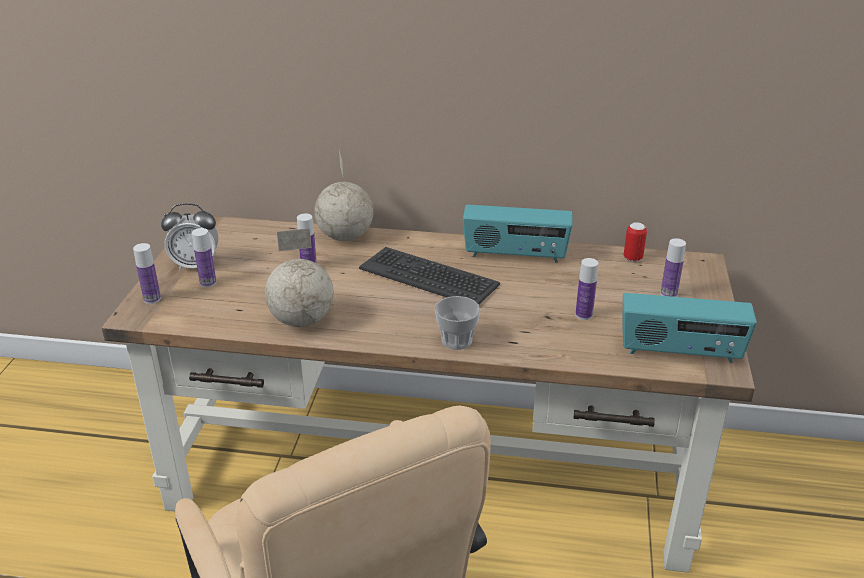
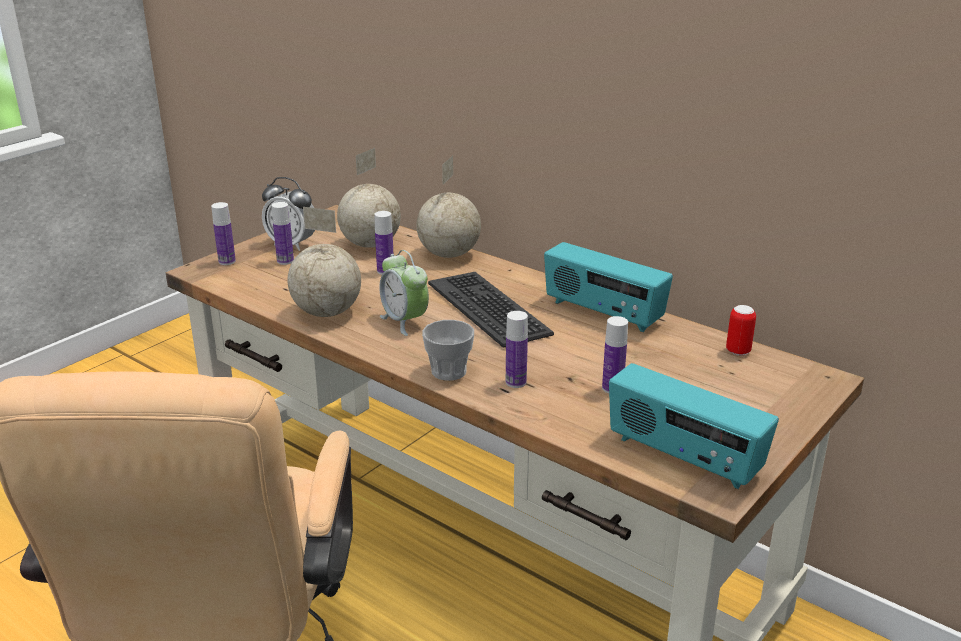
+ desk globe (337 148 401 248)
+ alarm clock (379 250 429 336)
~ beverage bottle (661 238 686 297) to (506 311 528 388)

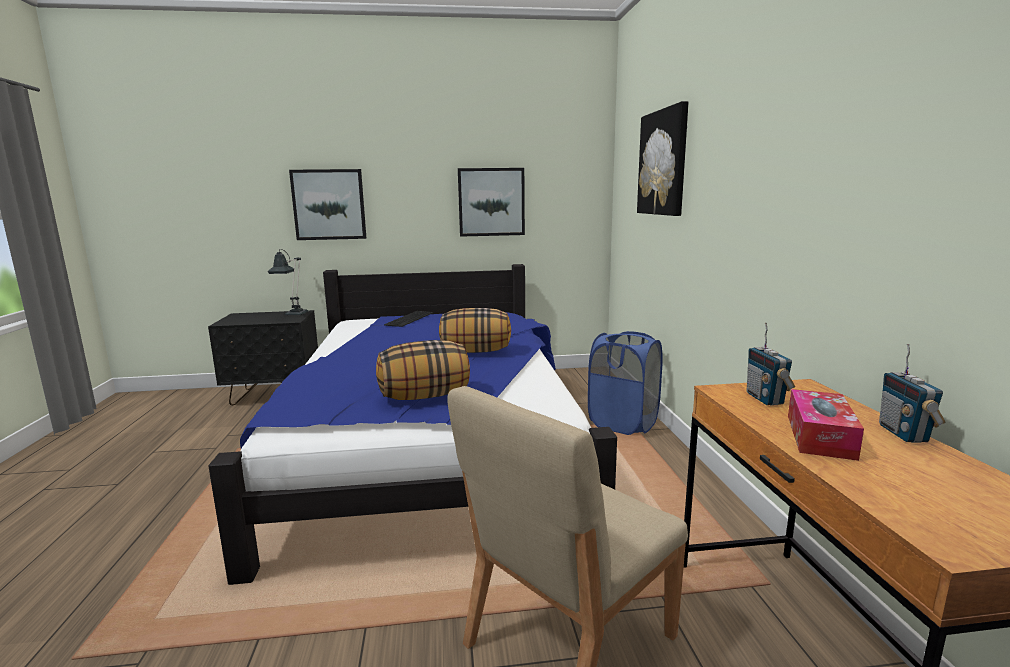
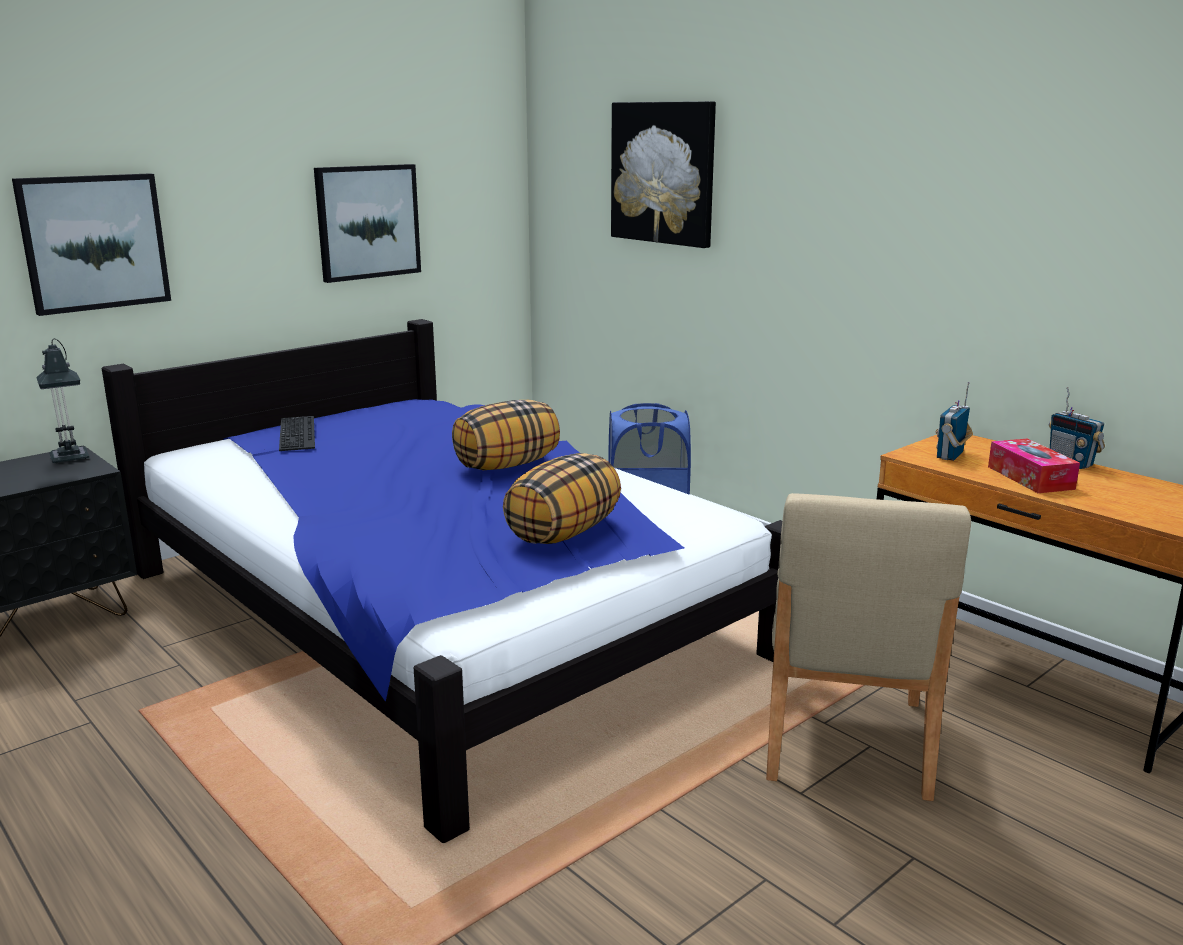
~ radio receiver (747 323 795 406) = (936 382 973 461) 75 degrees clockwise

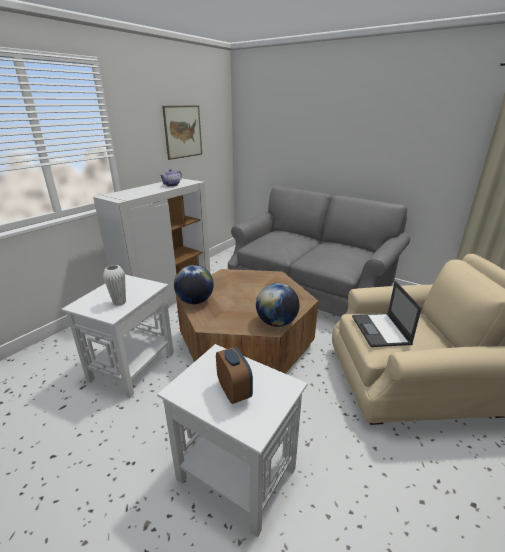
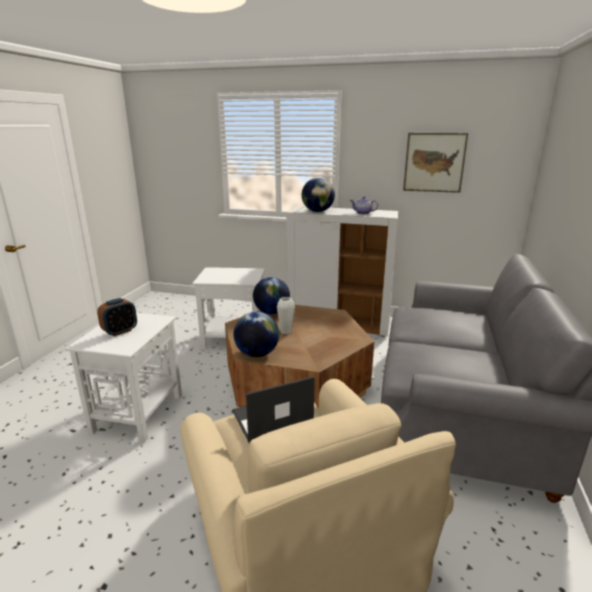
~ flower vase in whitish (103 265 126 306) to (277 297 295 334)
+ desk globe (302 178 335 212)

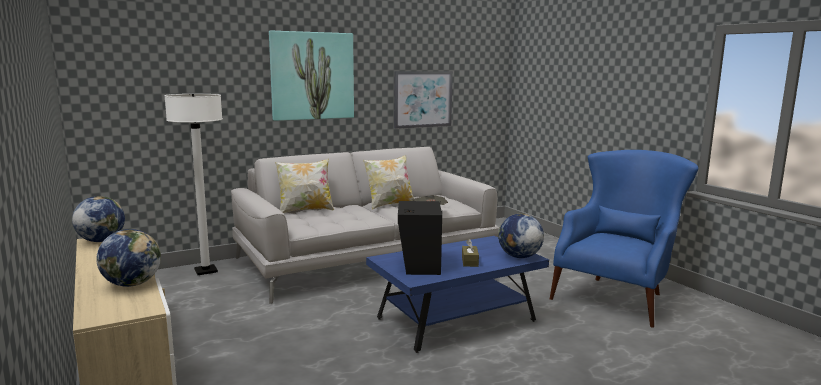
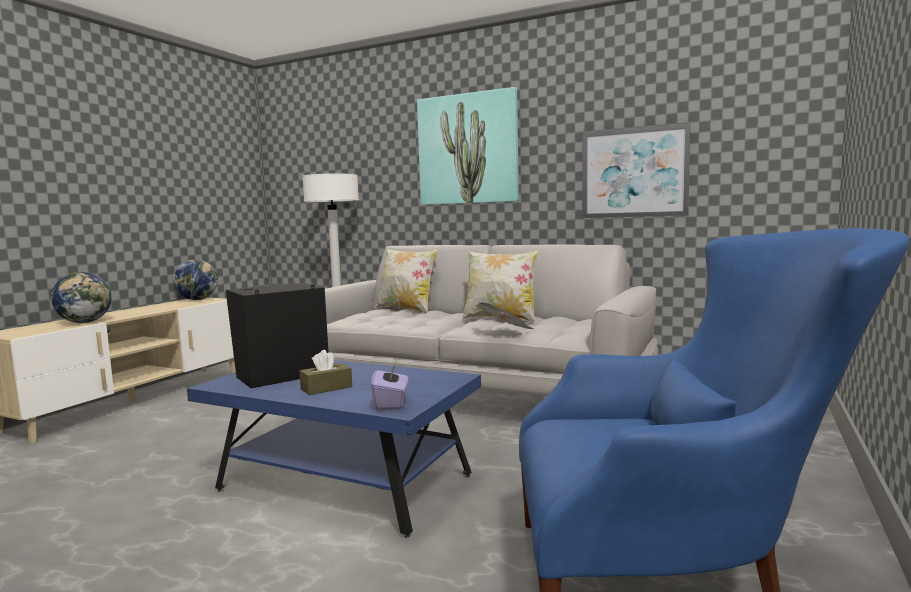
~ desk globe (498 213 544 258) to box of tissues in purple-coloured (371 363 408 410)

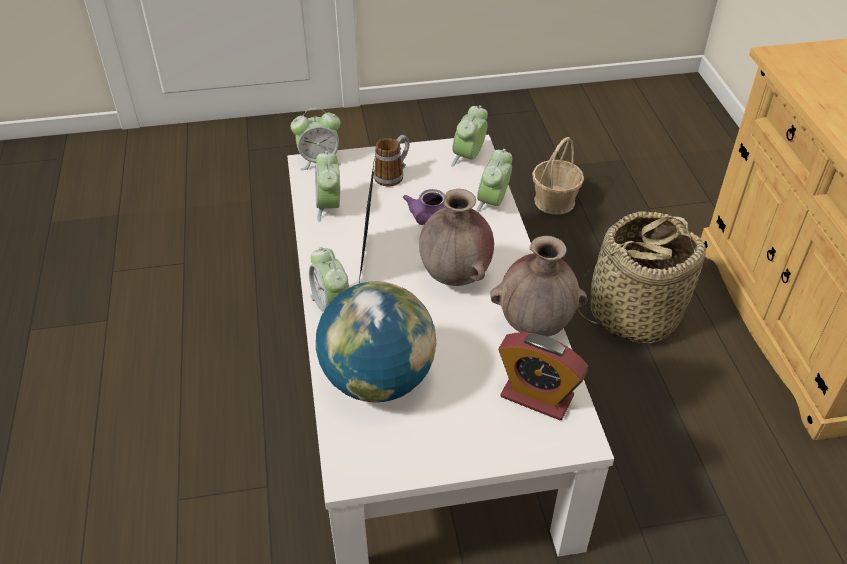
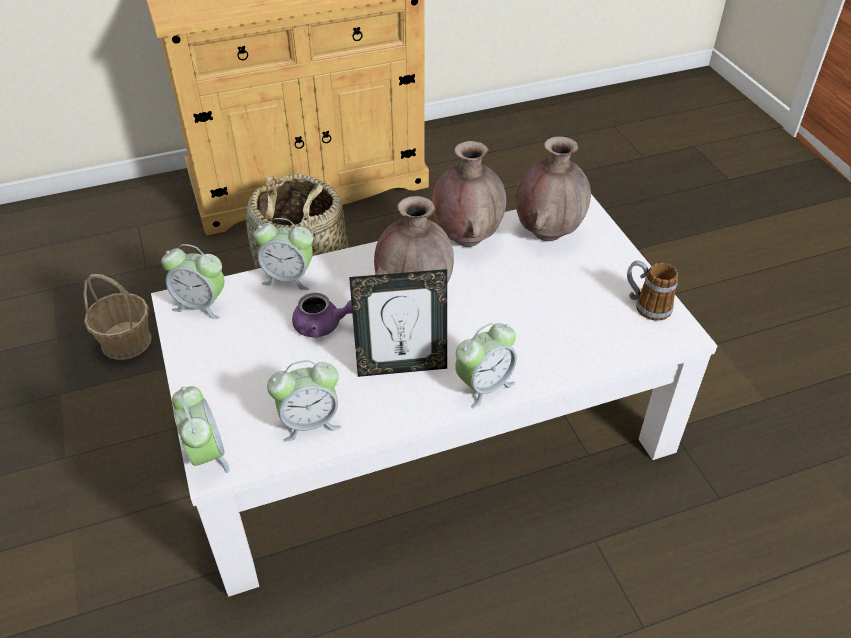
~ alarm clock (498 332 588 420) to flower vase in brown-coloured (516 137 591 241)
~ coffee mug (374 135 410 187) to (627 261 678 321)
- desk globe (316 281 436 402)

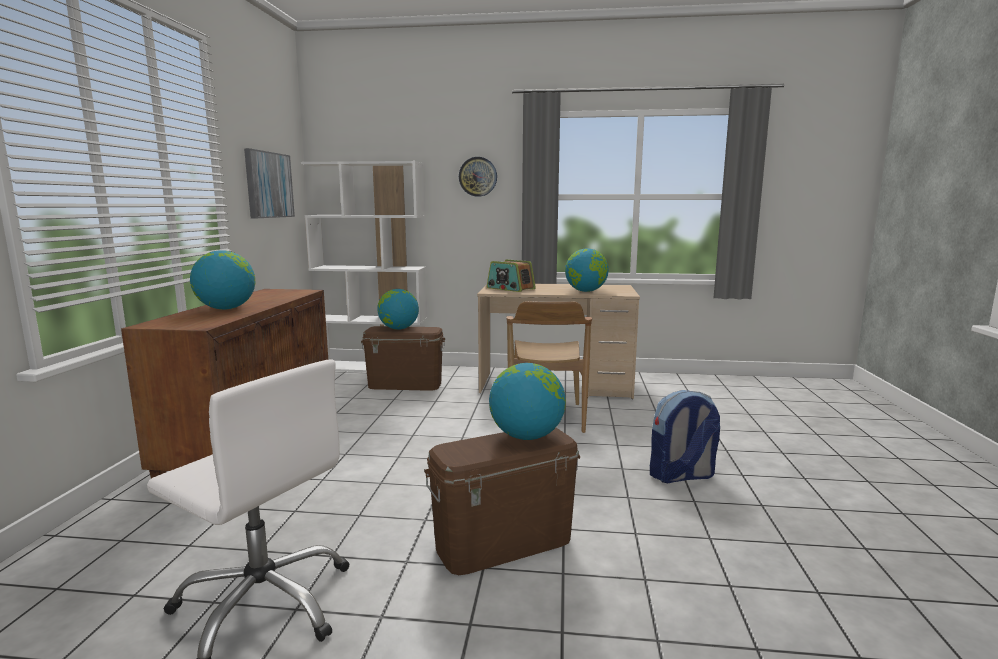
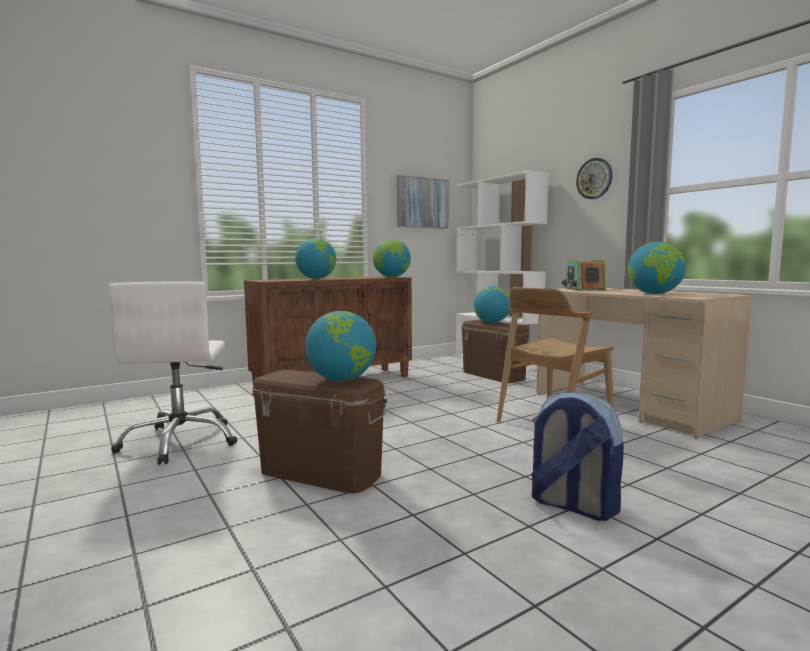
+ desk globe (373 239 411 277)

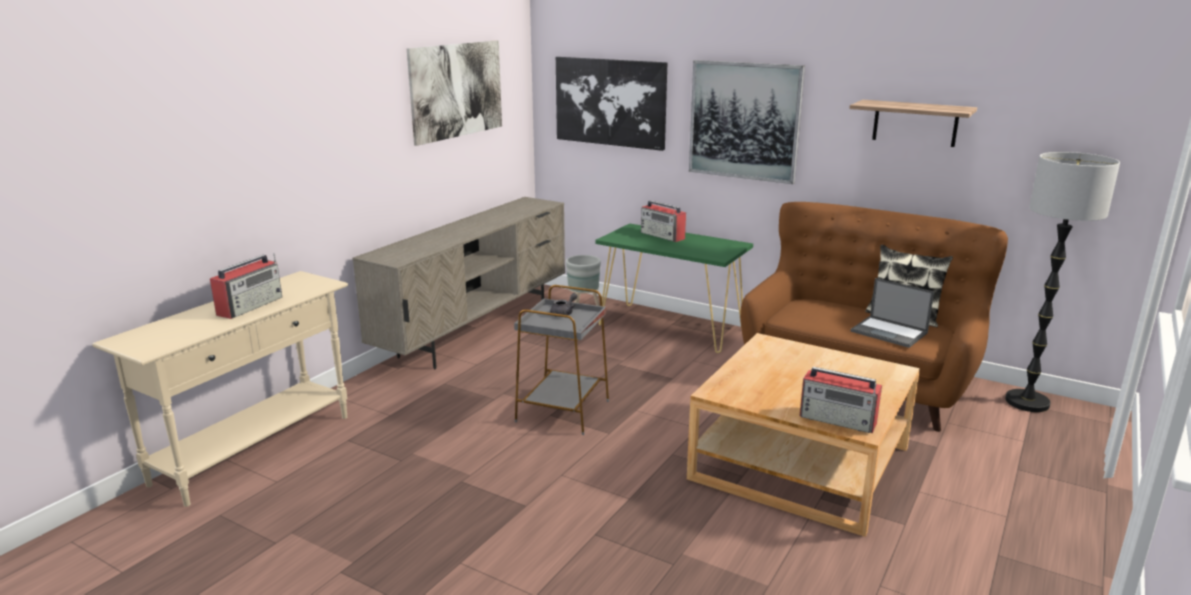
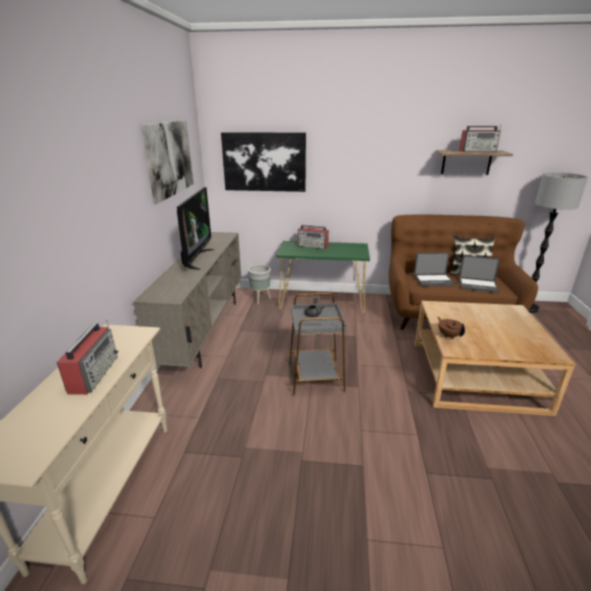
+ television (177 187 214 270)
+ notebook computer (414 252 456 286)
+ tea pot in brown-coloured (438 317 465 339)
~ radio receiver (800 367 882 433) to (459 125 501 152)
- picture (689 60 805 184)

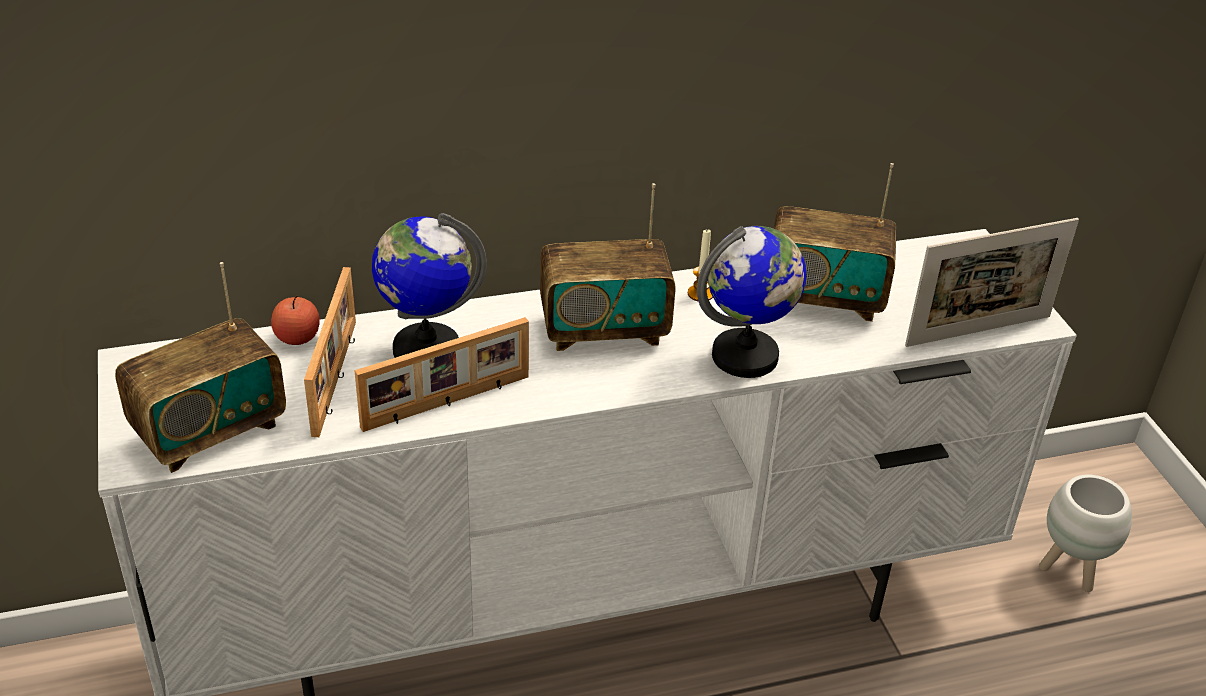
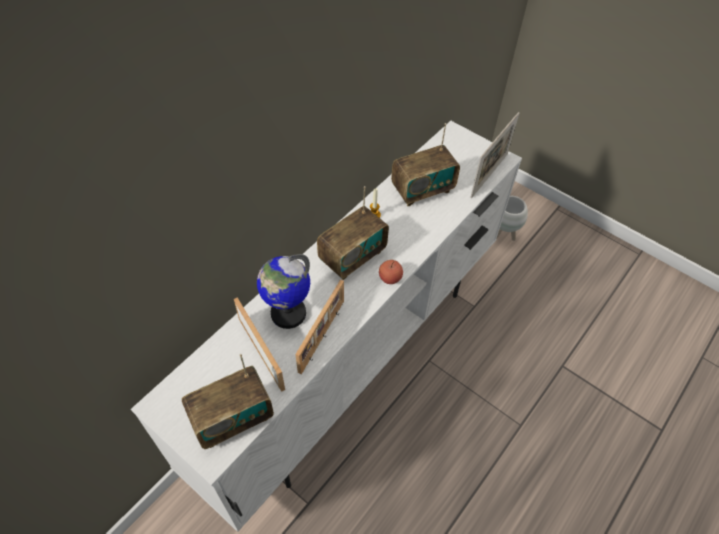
~ radio receiver (115 262 286 473) = (182 354 274 449) 45 degrees clockwise
~ whole apple (271 295 320 345) to (379 260 403 284)
- desk globe (697 226 806 378)

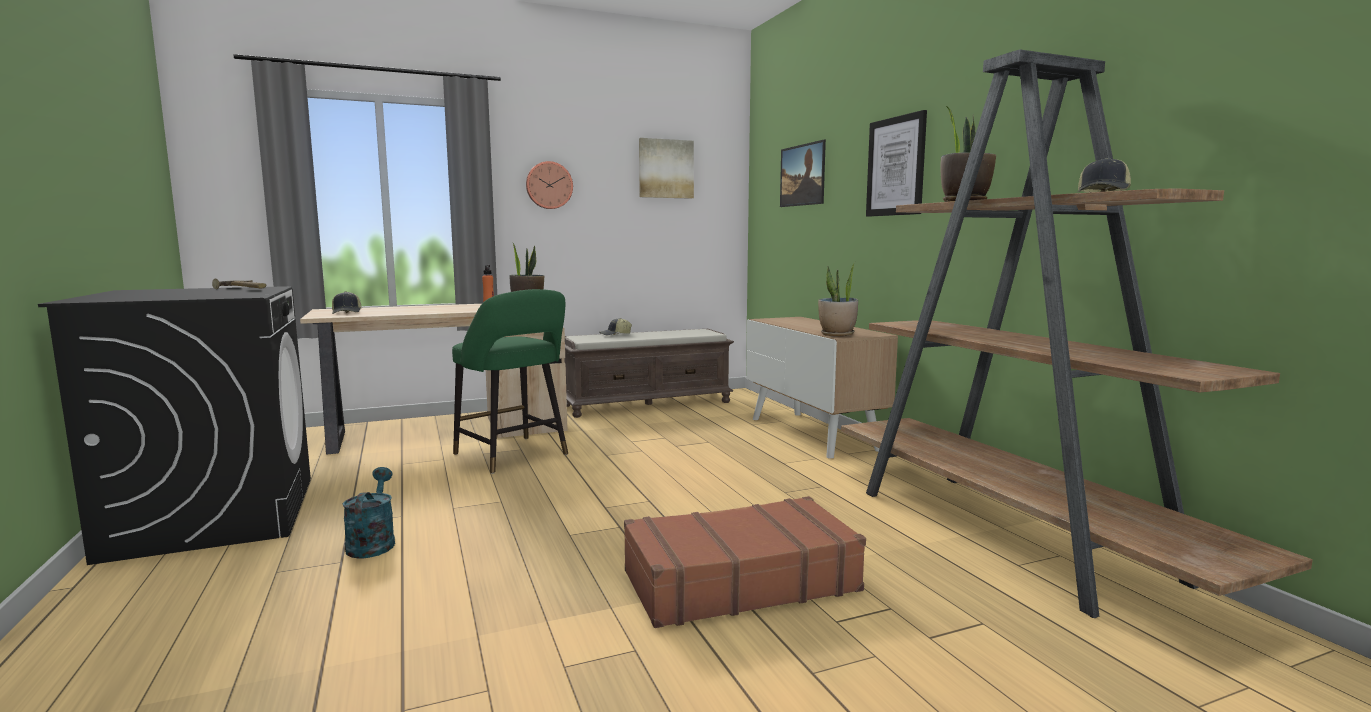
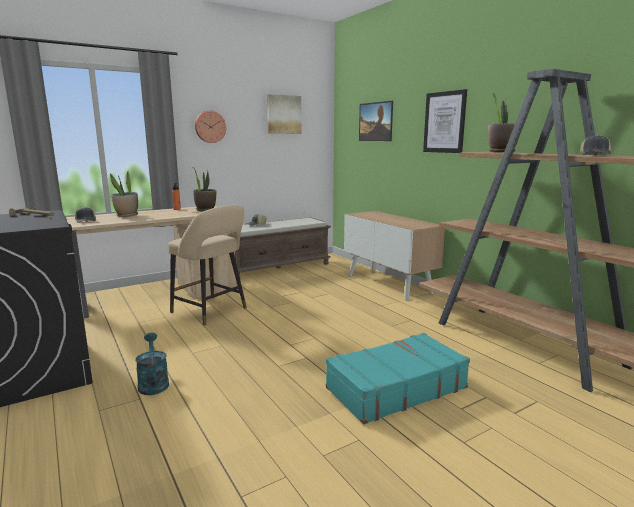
~ plant in a pot (818 261 858 336) to (110 171 138 217)
~ sitting stool in green-coloured (452 289 568 474) to sitting stool in beige-coloured (168 205 247 326)
~ suitcase in brown-coloured (624 496 866 628) to suitcase in blue-green (326 333 470 424)

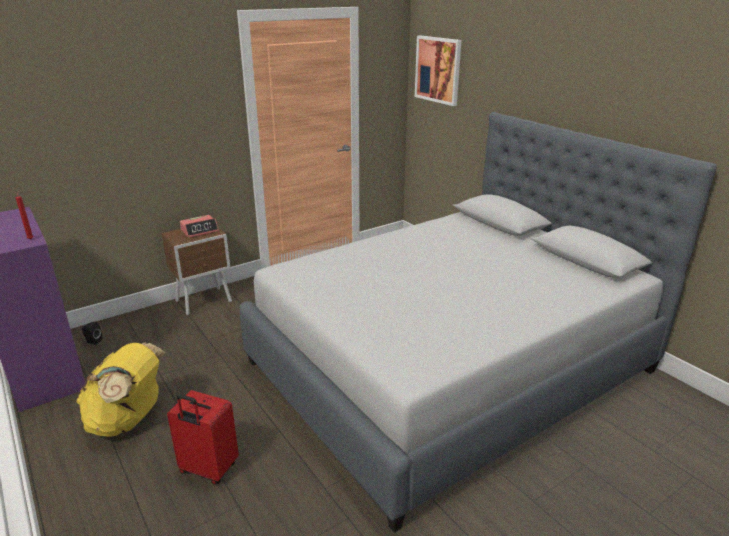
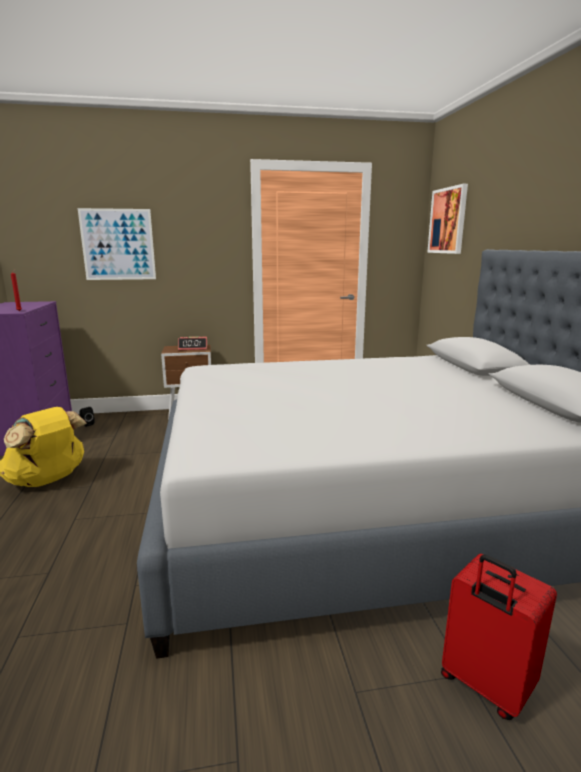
+ picture (78 208 156 280)
~ suitcase in reddish (167 390 239 485) to (441 554 557 720)

